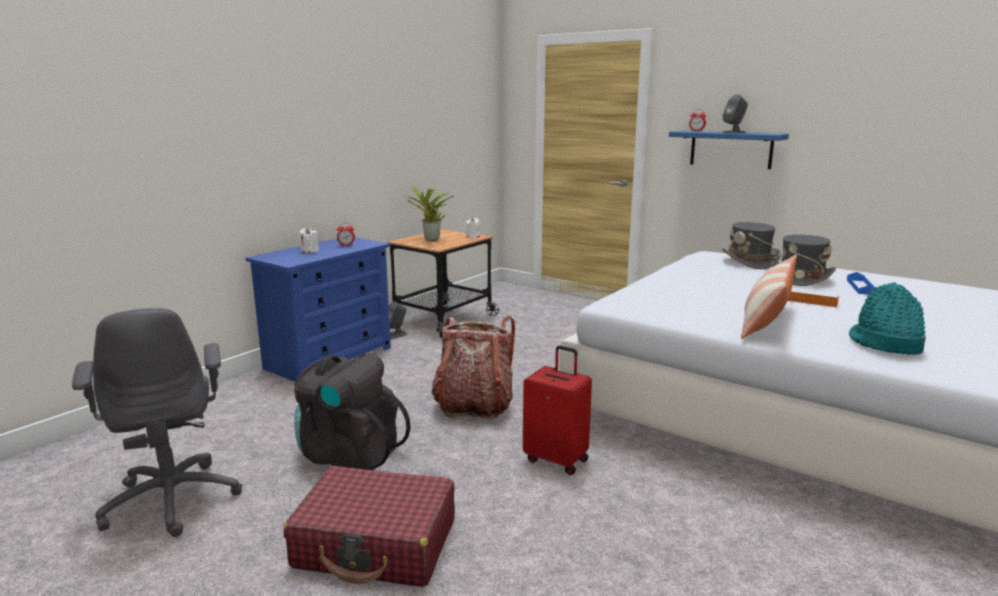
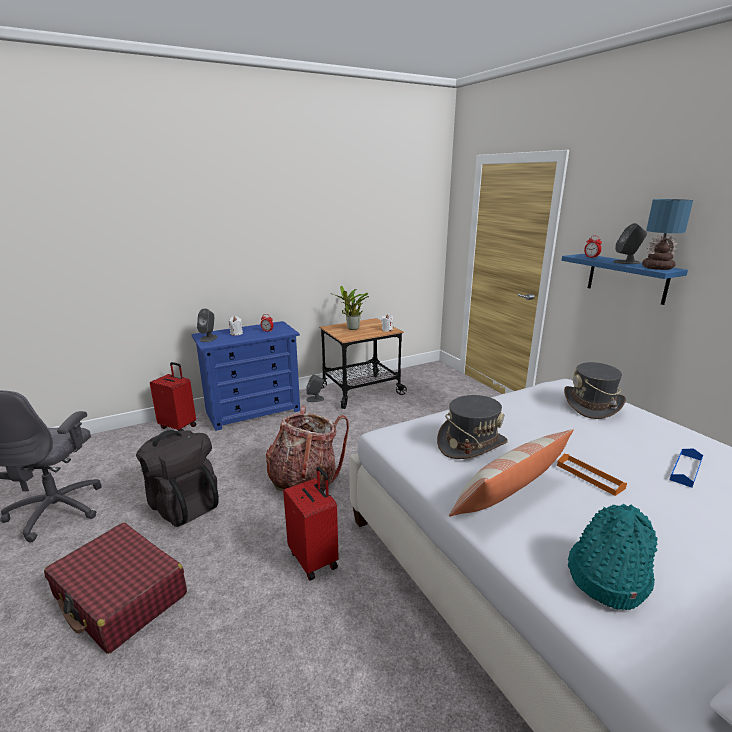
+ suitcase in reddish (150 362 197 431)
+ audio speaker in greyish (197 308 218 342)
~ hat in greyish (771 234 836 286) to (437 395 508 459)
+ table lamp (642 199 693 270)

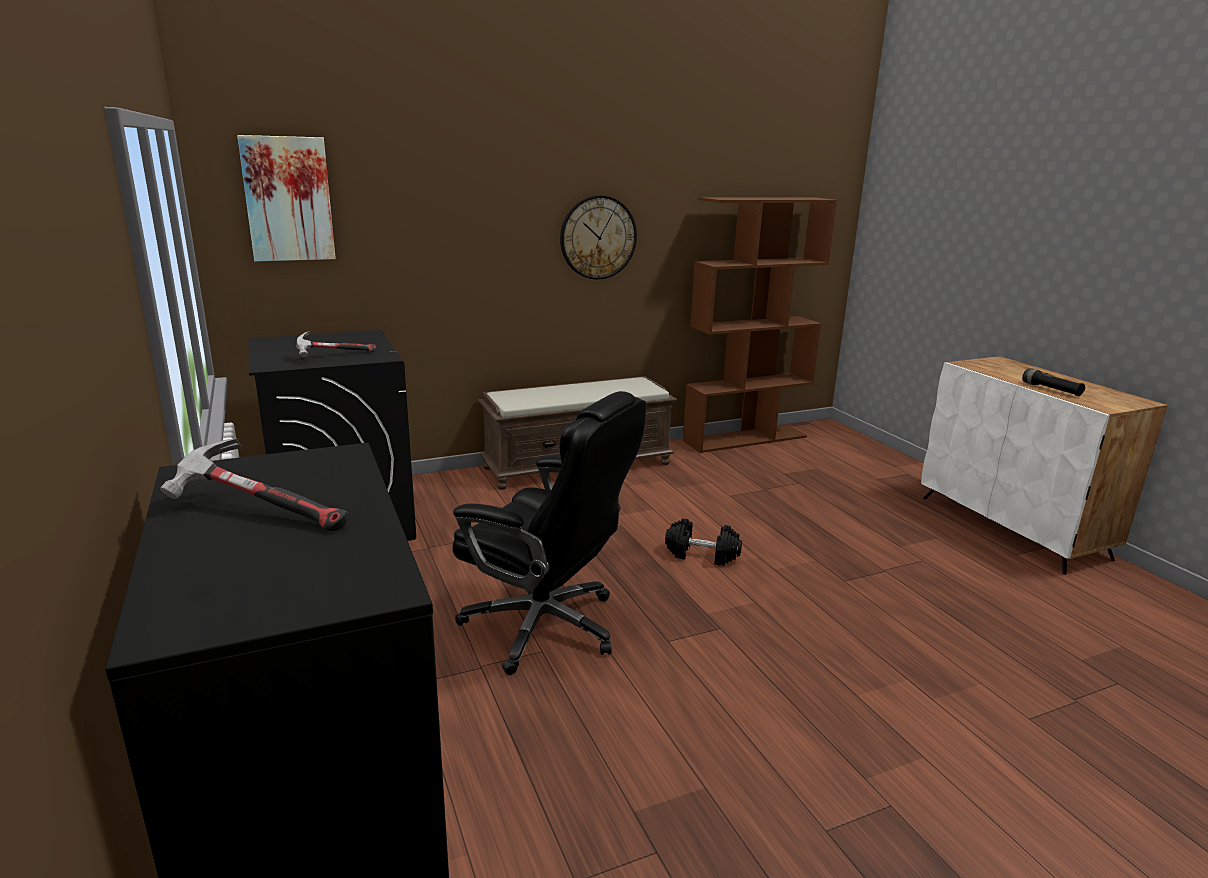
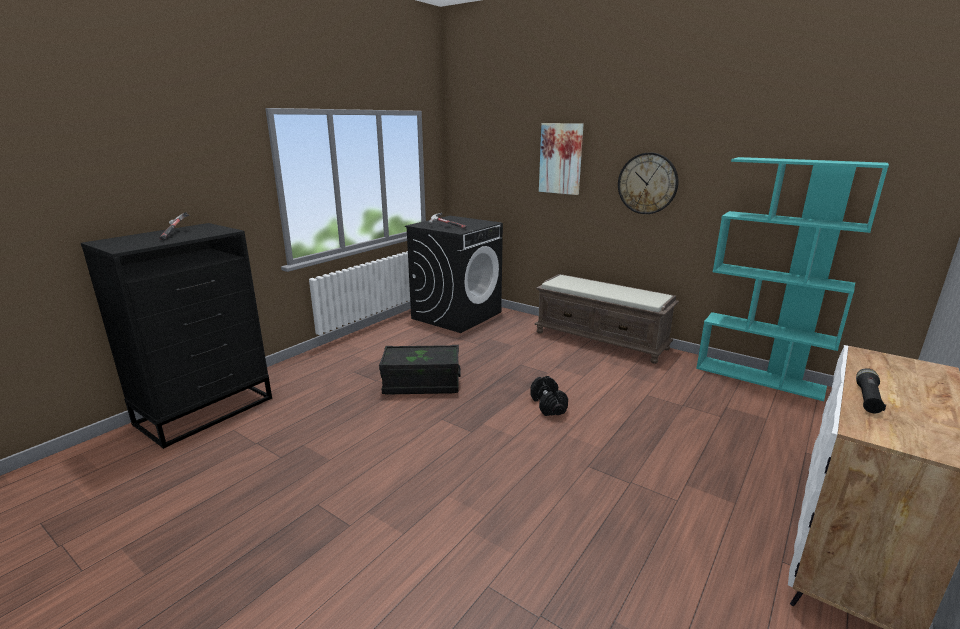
~ office chair in blackish (452 391 646 675) to storage container in blackish (379 345 461 395)
~ picture (237 135 336 262) to (539 123 584 195)
~ shelving unit in brown-coloured (682 197 837 453) to shelving unit in blue-green (696 157 889 401)

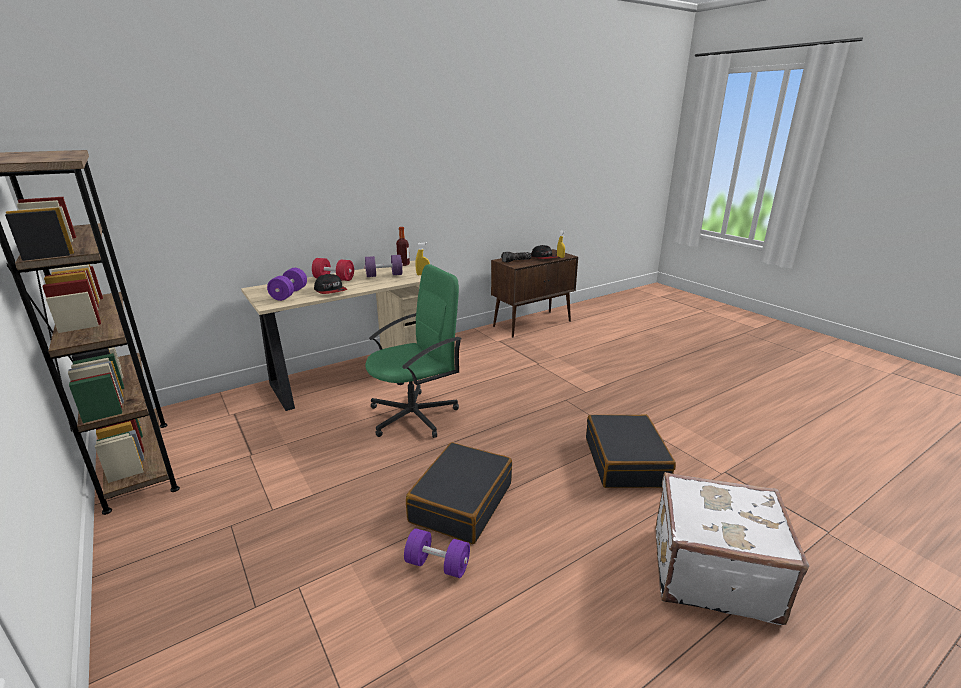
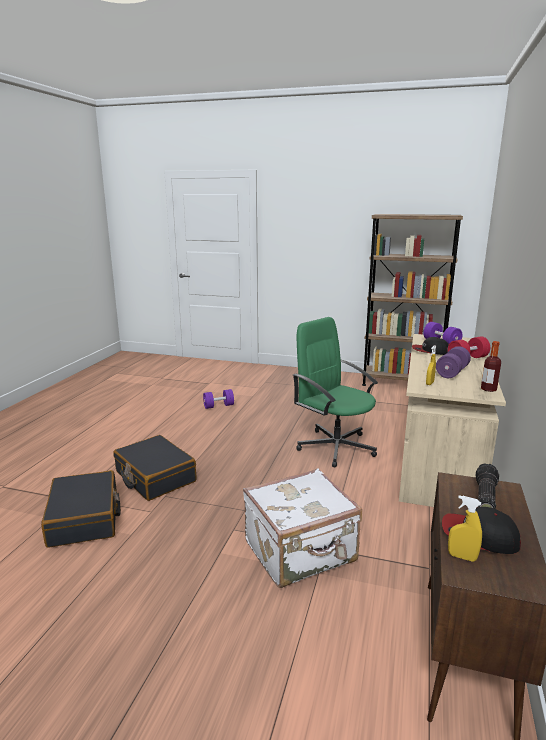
~ suitcase in blackish (406 442 512 544) to (41 470 121 548)
~ suitcase in whitish (655 472 809 625) to (243 468 362 588)
~ office chair in green-coloured (365 264 461 438) = (293 317 378 468) 120 degrees clockwise

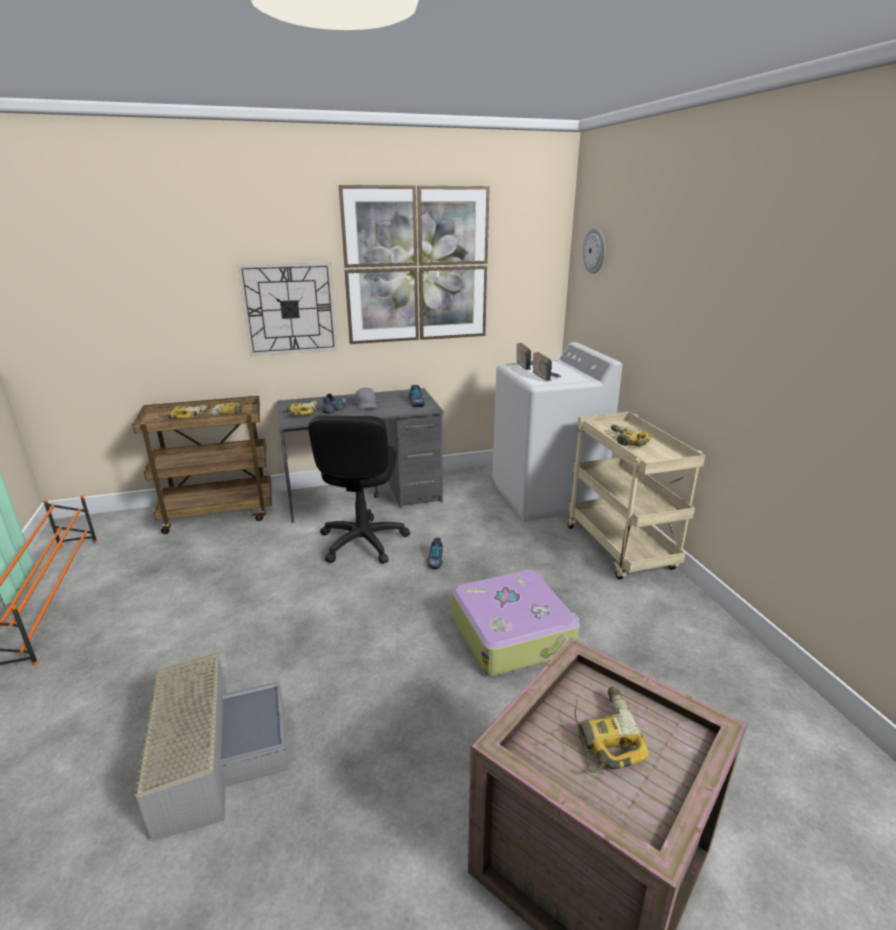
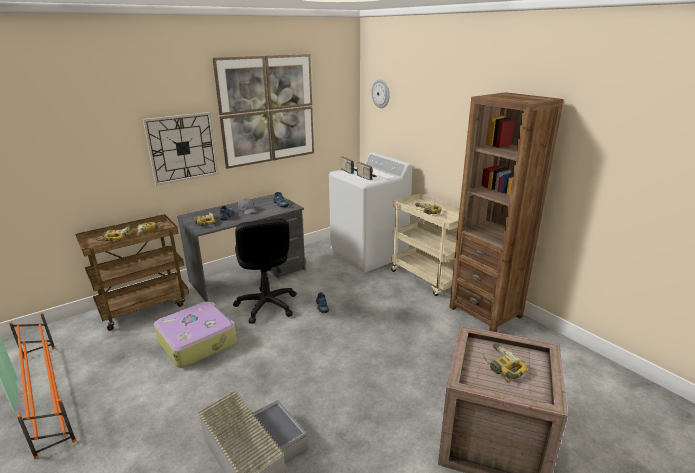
~ suitcase (451 570 580 676) to (154 302 237 368)
+ shelving unit in brown-coloured (449 92 564 332)

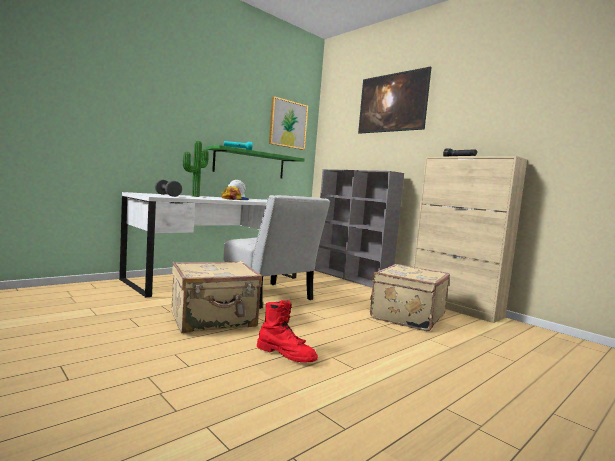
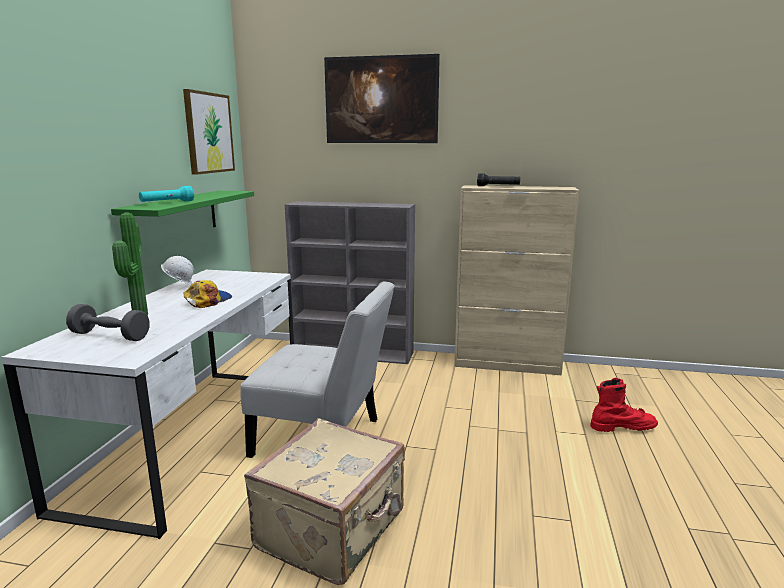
~ boot in reddish (257 300 318 362) to (590 378 658 432)
- suitcase in beige-coloured (370 264 450 331)

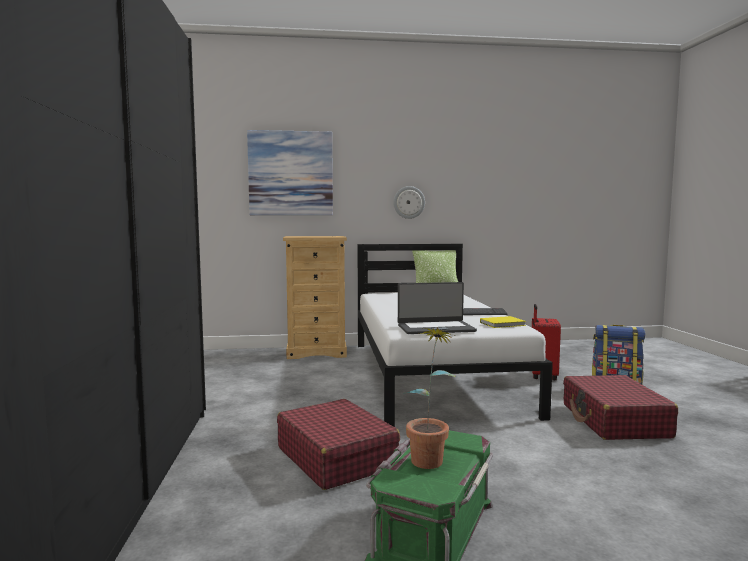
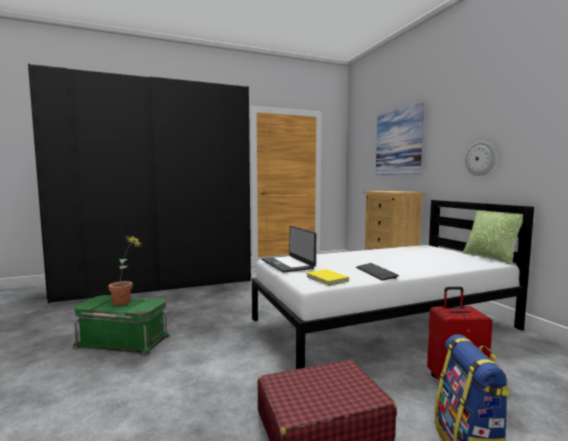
- suitcase in reddish (277 399 400 490)

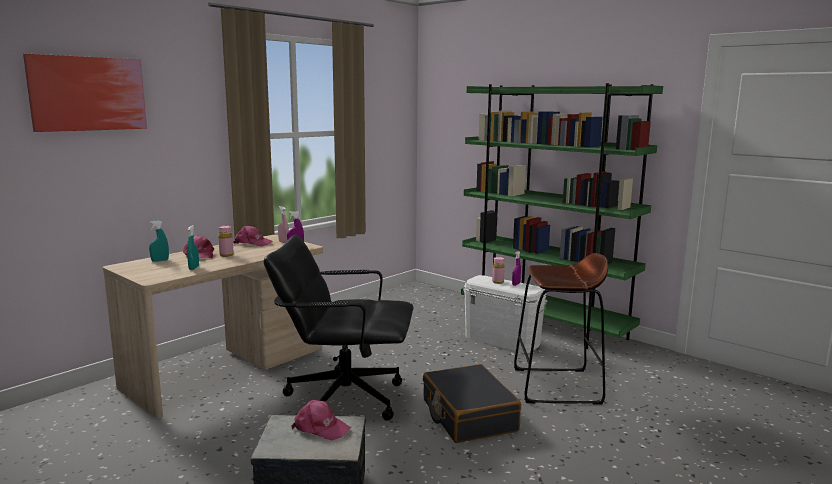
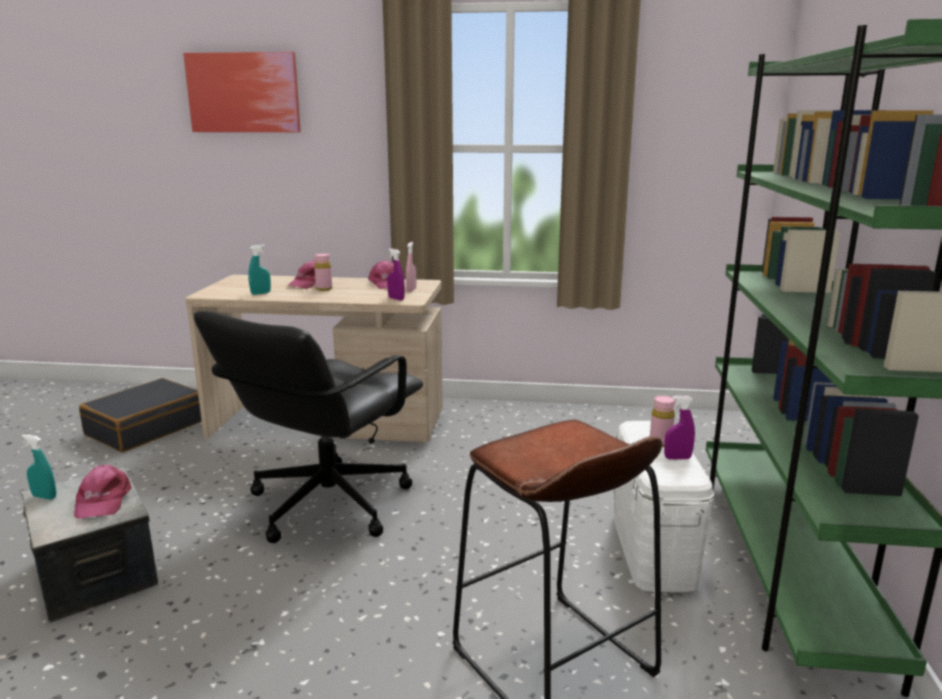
~ spray bottle in blue-green (149 220 169 262) to (22 434 56 500)
~ suitcase in blackish (423 364 521 443) to (79 378 202 452)
~ office chair in blackish (264 235 413 421) = (194 311 423 543) 120 degrees counterclockwise

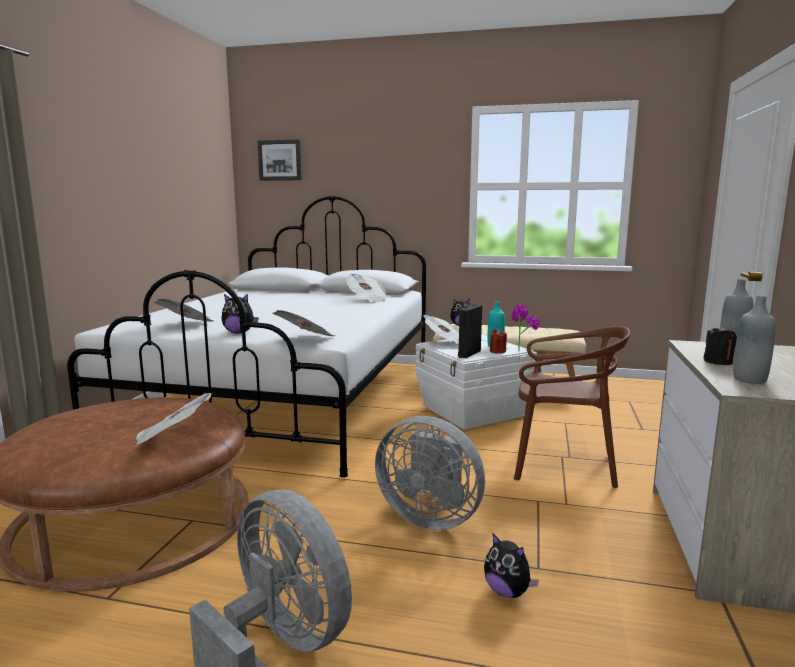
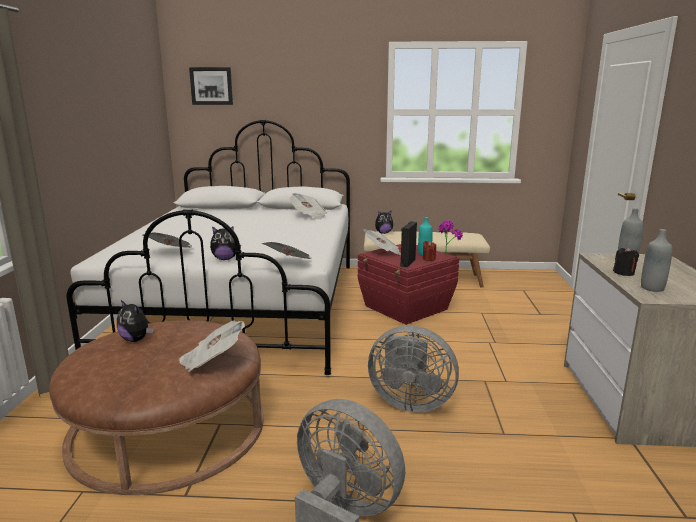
~ plush toy (484 534 539 598) to (117 300 153 342)
~ storage container in whitish (416 335 537 430) to storage container in reddish (358 244 459 325)
- plain chair in brown-coloured (514 326 630 488)

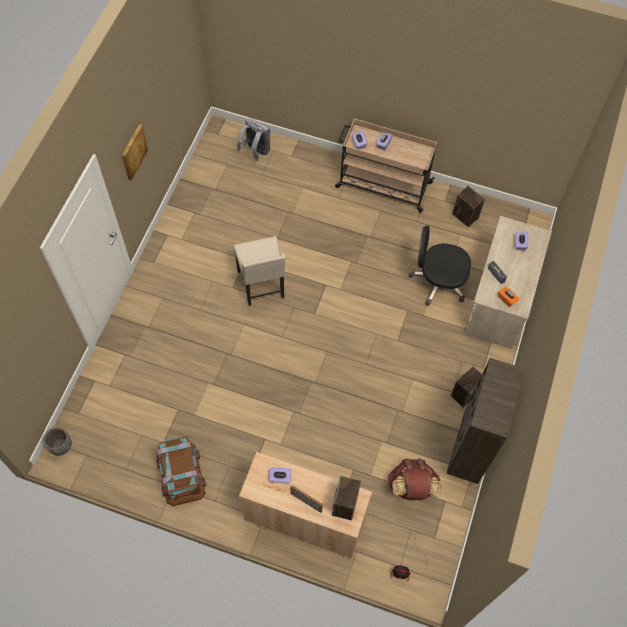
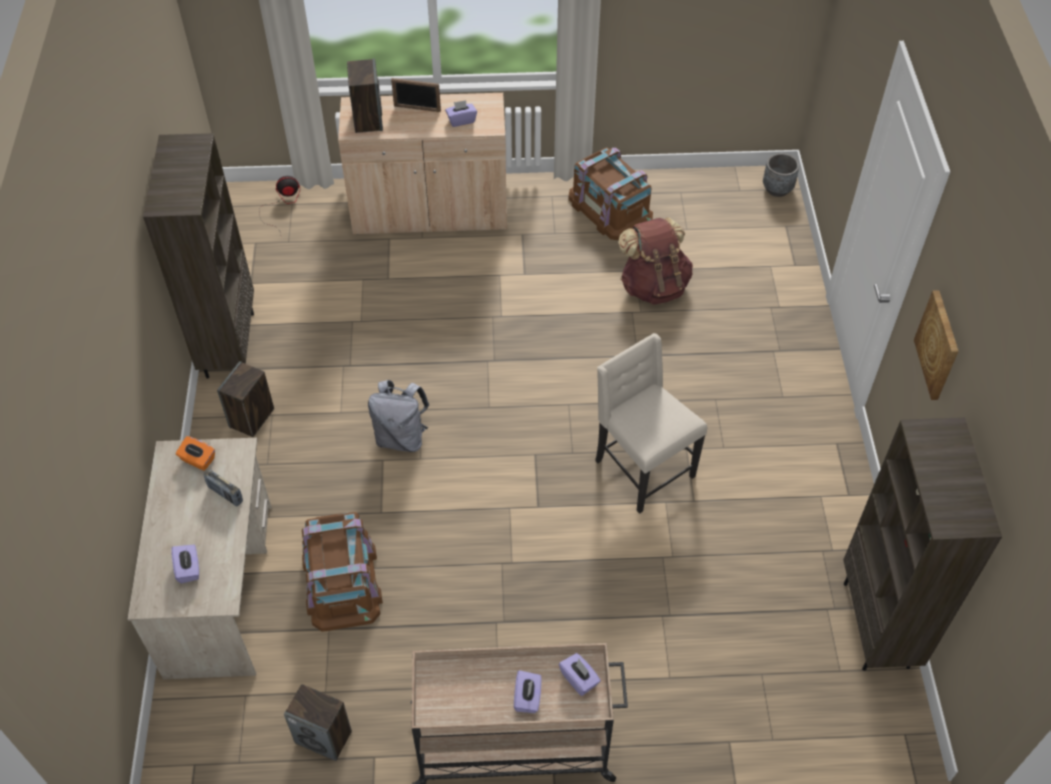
~ office chair in blackish (408 226 471 306) to storage container in brown-coloured (302 512 383 632)
~ knapsack in greyish (237 119 270 161) to (368 380 429 452)
~ knapsack in brown-coloured (388 458 441 500) to (618 217 693 305)
+ shelving unit in brown-coloured (843 417 1002 671)

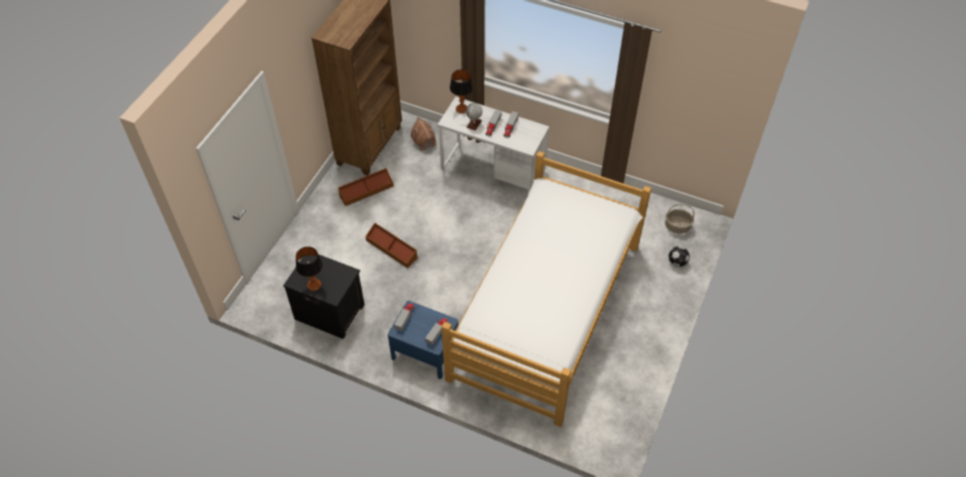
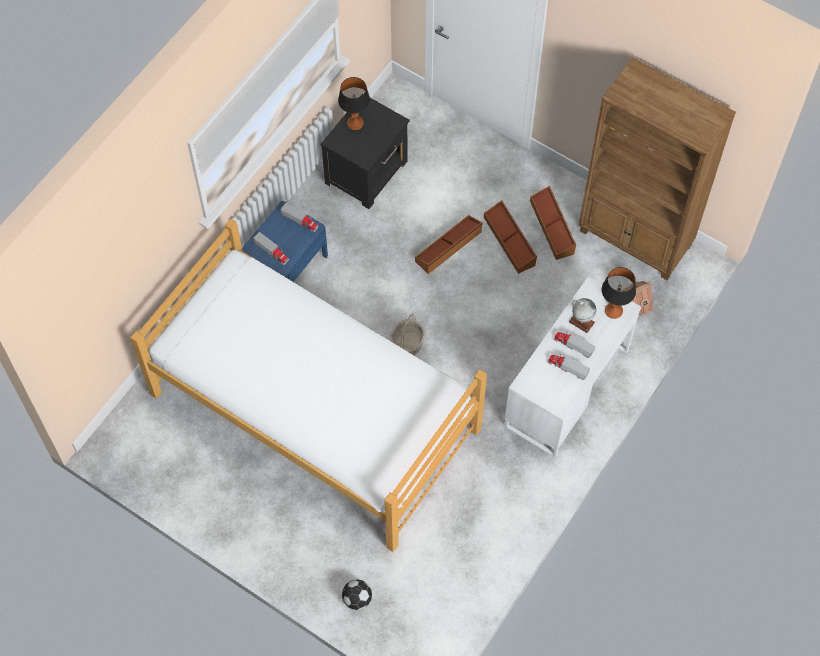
~ household basket (665 204 694 234) to (391 314 425 355)
+ storage container in brown-coloured (484 200 537 274)

